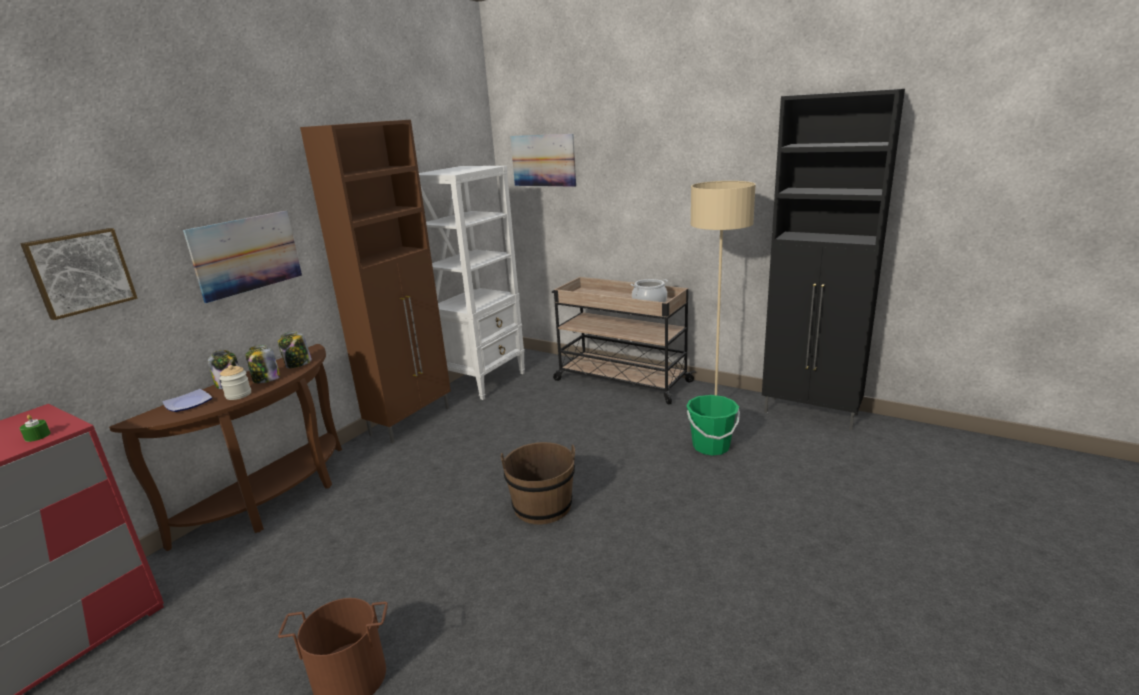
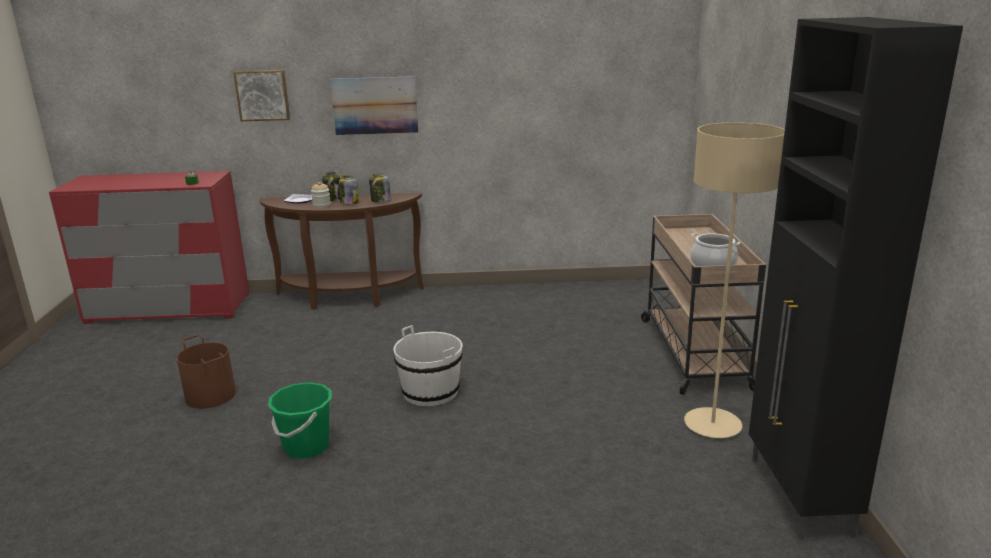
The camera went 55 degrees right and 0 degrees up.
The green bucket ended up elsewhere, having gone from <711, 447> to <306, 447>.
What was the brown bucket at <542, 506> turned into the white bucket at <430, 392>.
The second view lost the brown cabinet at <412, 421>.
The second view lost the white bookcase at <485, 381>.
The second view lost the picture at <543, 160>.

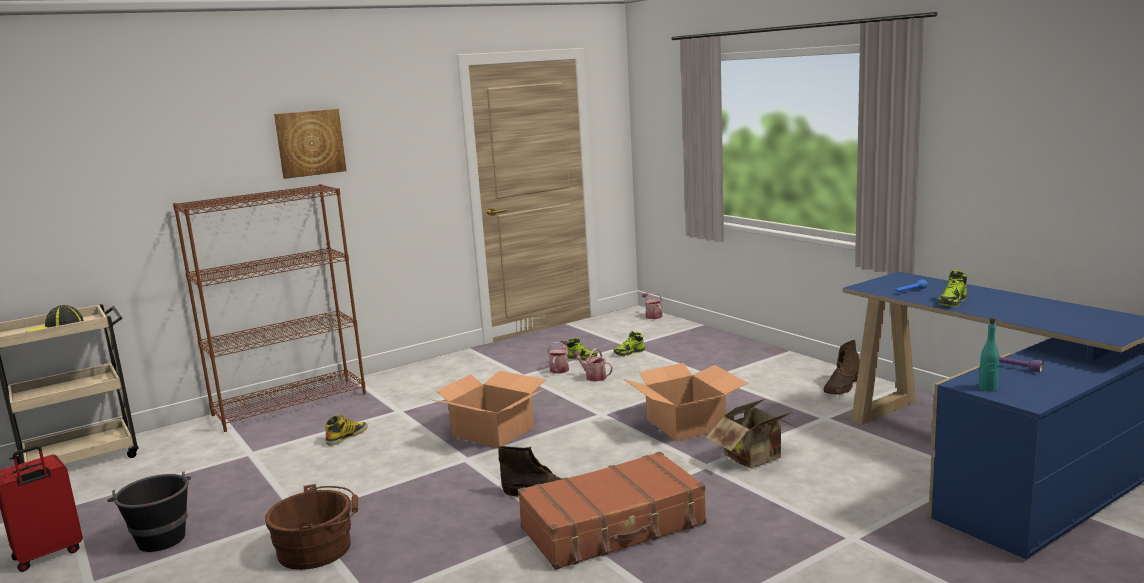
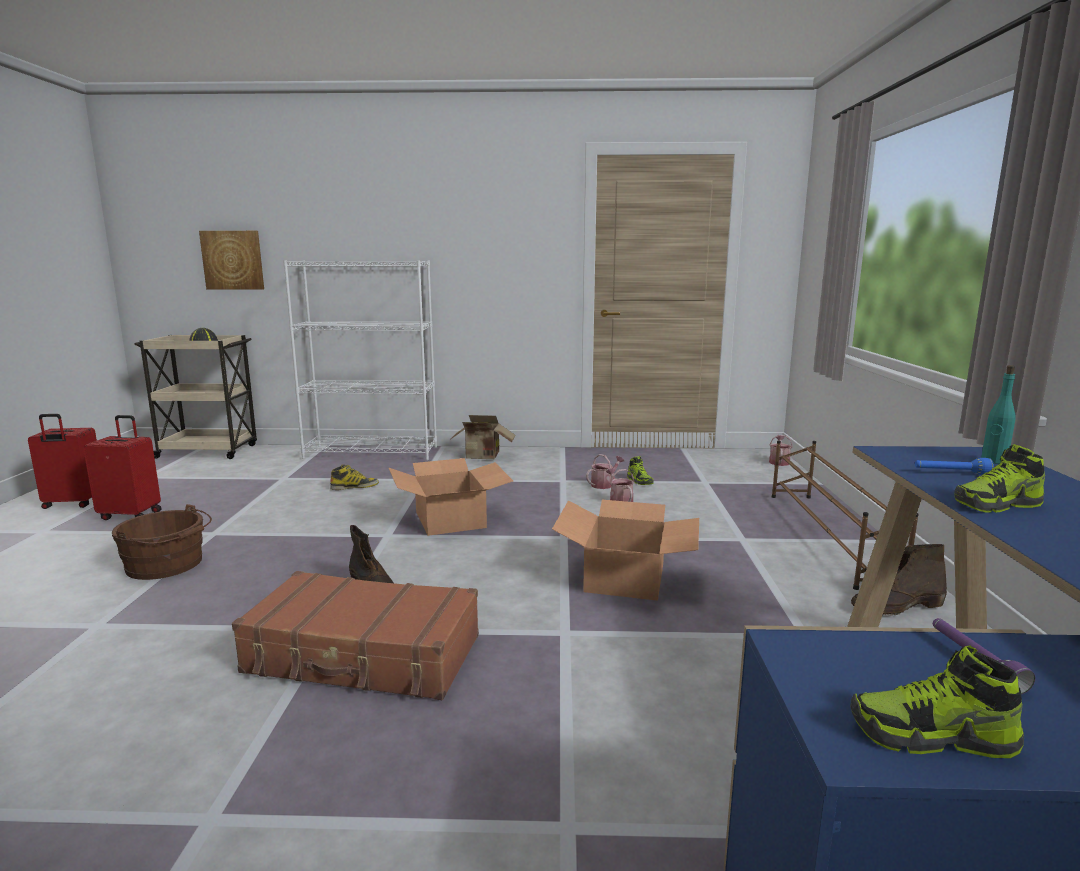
The camera went 35 degrees right and 0 degrees up.
Where the black bucket stood at <160, 536>, the red suitcase came to stand at <131, 515>.
The picture ended up elsewhere, having gone from <310, 143> to <233, 260>.
What was the brown bookcase at <291, 404> turned into the white bookcase at <372, 452>.
The cardboard box ended up elsewhere, having gone from <756, 459> to <483, 457>.
The second view gained the brown shoe rack at <828, 536>.
The shoe ended up elsewhere, having gone from <629, 353> to <932, 737>.
The turquoise bottle ended up elsewhere, having gone from <988, 388> to <993, 461>.

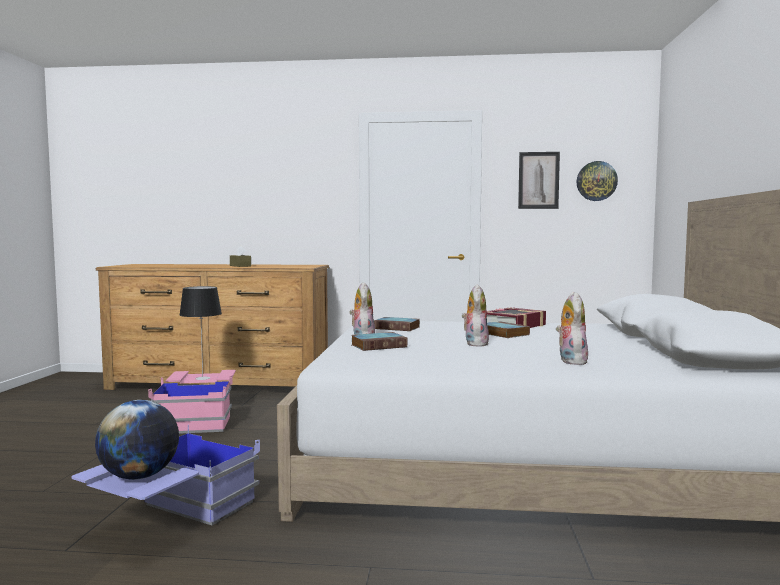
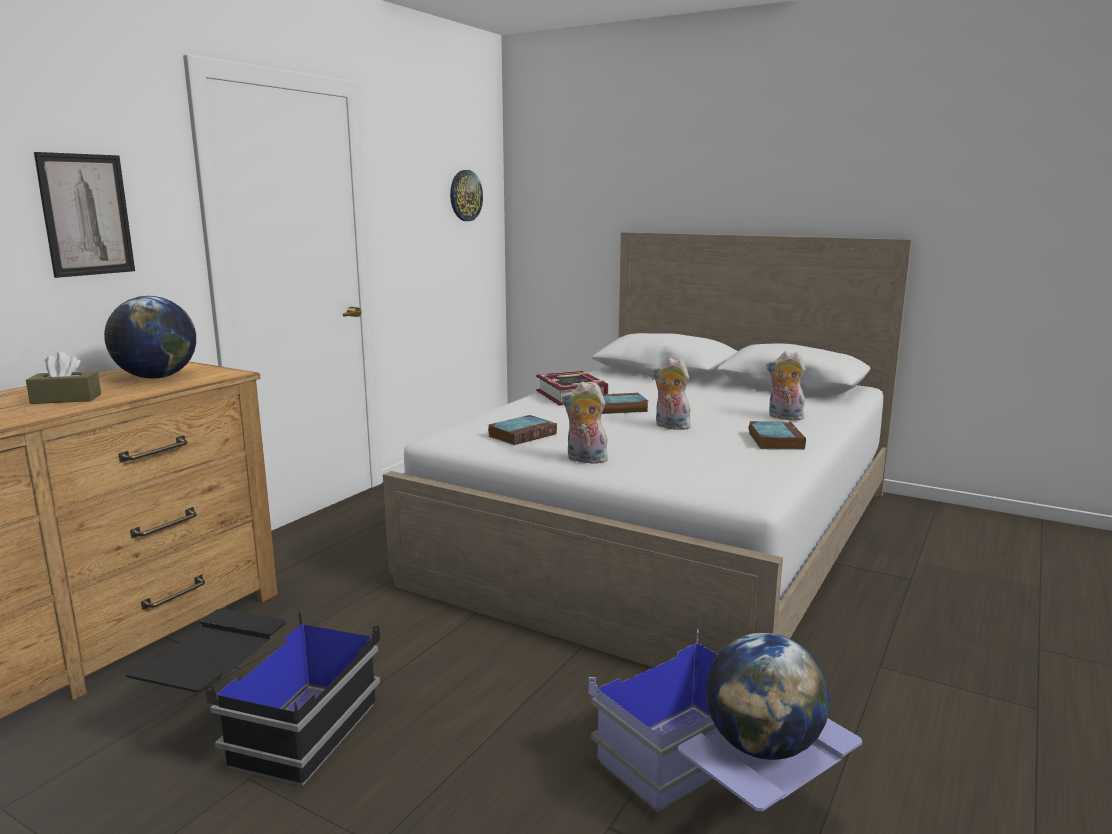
The camera went 65 degrees left and 10 degrees up.
The picture ended up elsewhere, having gone from <538, 180> to <86, 215>.
The second view gained the globe at <156, 377>.
What was the pink storage box at <198, 419> turned into the black storage box at <263, 724>.
The book ended up elsewhere, having gone from <379, 345> to <774, 440>.
The second view lost the table lamp at <202, 378>.

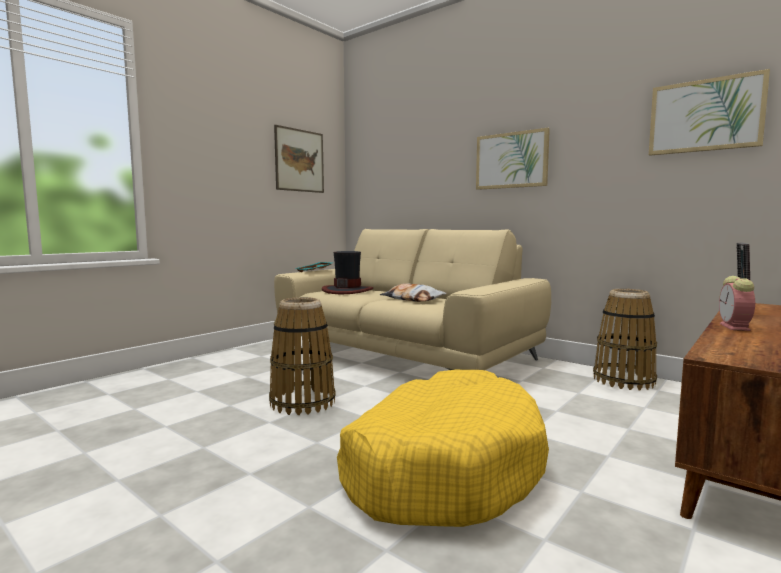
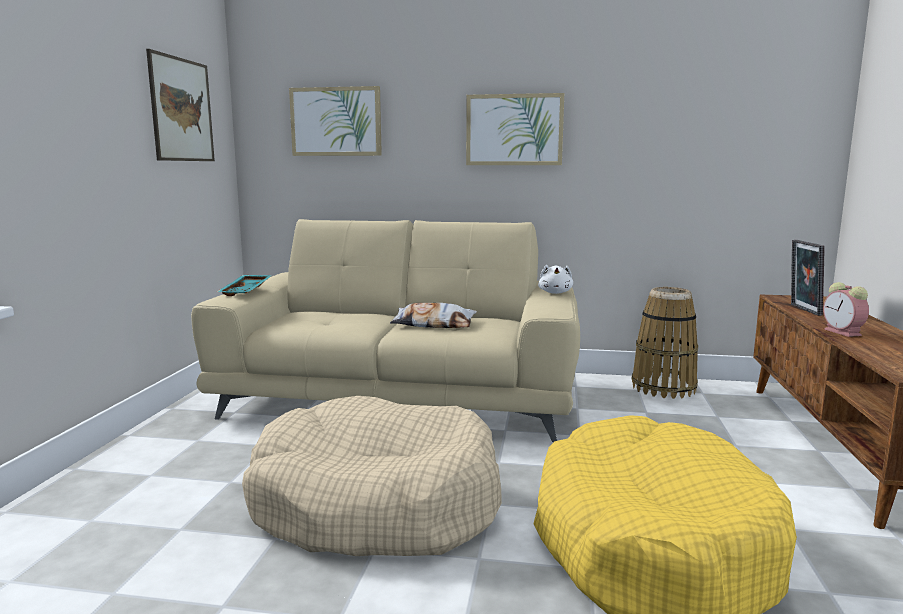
The camera went 30 degrees left and 5 degrees up.
Where the basket stood at <303, 402>, the beige dog bed came to stand at <376, 503>.
The picture ended up elsewhere, having gone from <705, 116> to <336, 122>.
The second view gained the white plush toy at <555, 293>.
The second view lost the hat at <347, 290>.

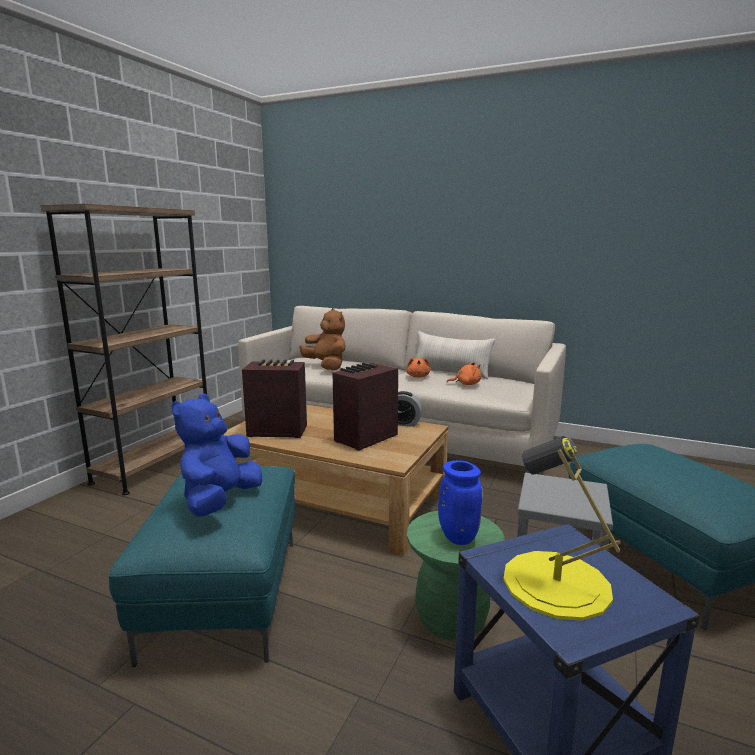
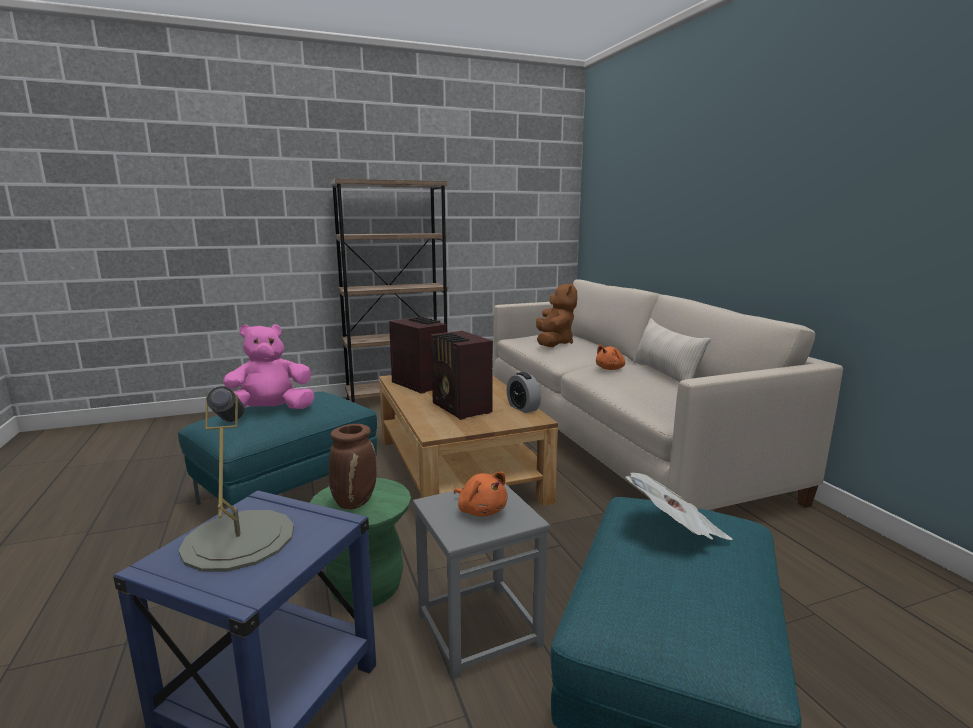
The camera went 45 degrees right and 0 degrees up.
What was the yellow table lamp at <556, 584> turned into the grey table lamp at <238, 539>.
What was the blue plush toy at <220, 501> turned into the pink plush toy at <270, 411>.
What was the blue vase at <457, 537> turned into the brown vase at <355, 502>.
The radio at <364, 438> ended up facing another way, 120 degrees counterclockwise from before.
The orange plush toy ended up elsewhere, having gone from <466, 384> to <481, 510>.
The second view gained the newspaper at <675, 531>.

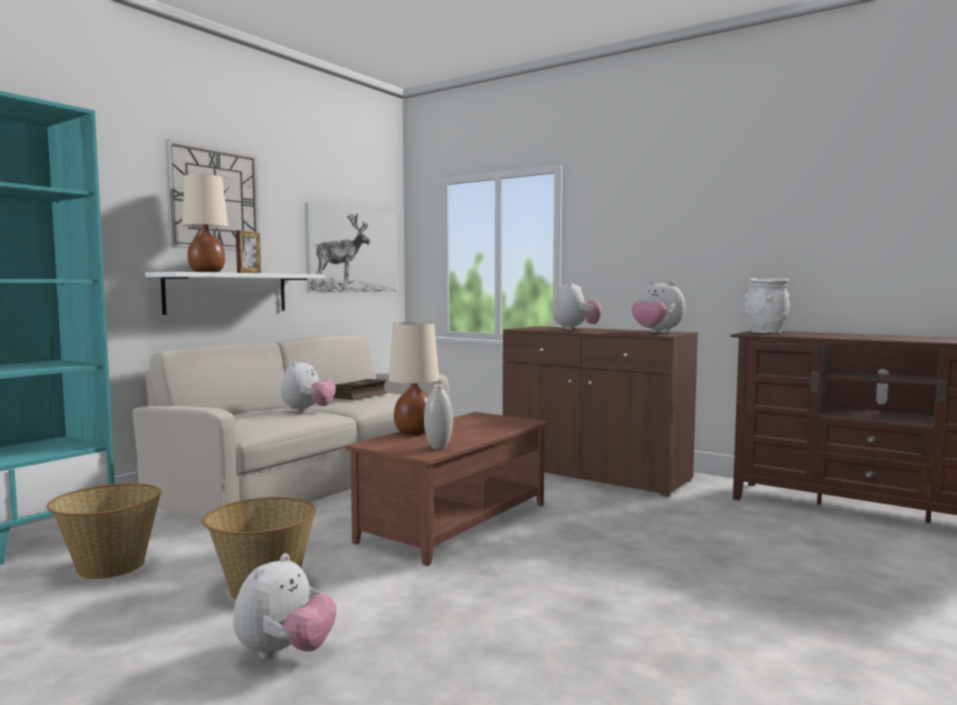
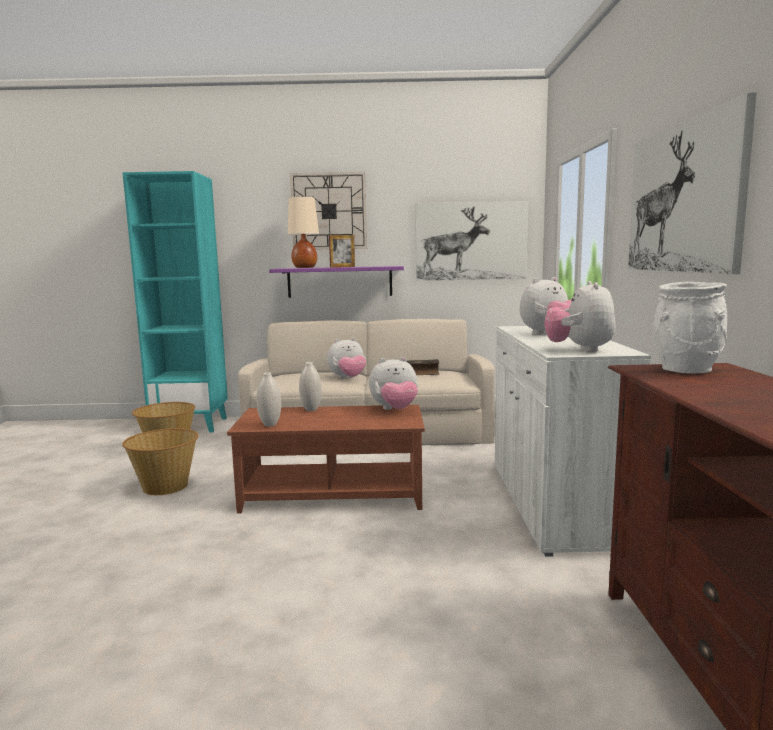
The camera went 55 degrees right and 5 degrees up.
What was the white shelf at <227, 293> turned into the purple shelf at <339, 282>.
Where the beige table lamp stood at <414, 432>, the white vase came to stand at <311, 410>.
The plush toy ended up elsewhere, having gone from <285, 653> to <395, 410>.
What was the brown cabinet at <594, 474> turned into the white cabinet at <553, 504>.
The second view gained the picture at <683, 198>.

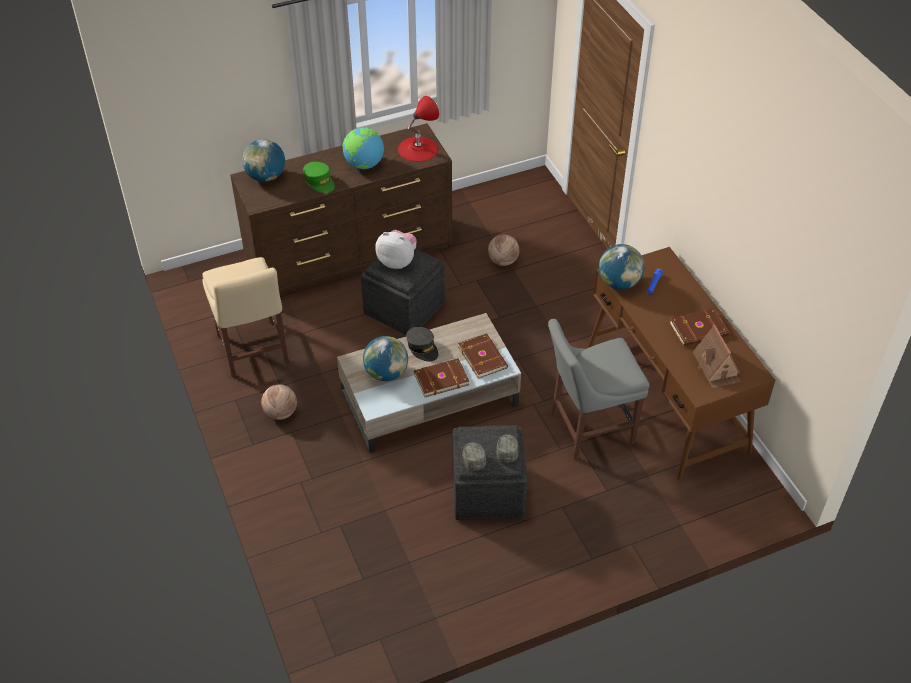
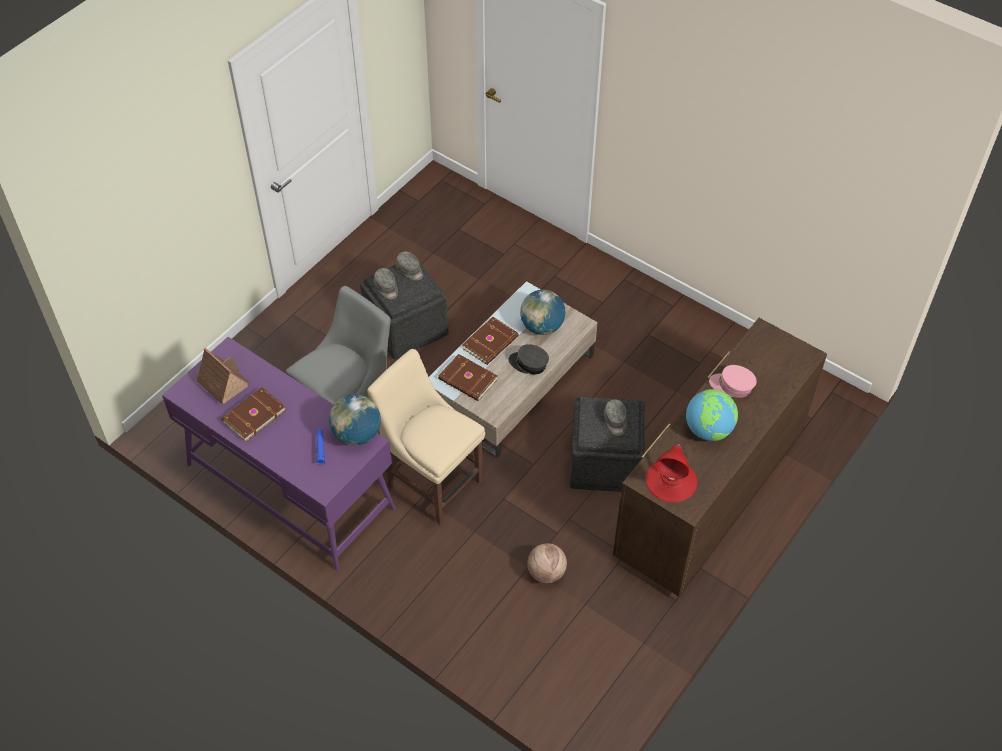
The camera went 150 degrees right and 5 degrees up.
What was the brown desk at <666, 397> turned into the purple desk at <290, 485>.
The beige chair ended up elsewhere, having gone from <253, 351> to <431, 481>.
Where the plush toy stood at <397, 261>, the grey cap came to stand at <615, 421>.
What was the green cap at <319, 182> turned into the pink cap at <732, 386>.
The second view lost the globe at <266, 177>.
The second view lost the basketball at <280, 413>.

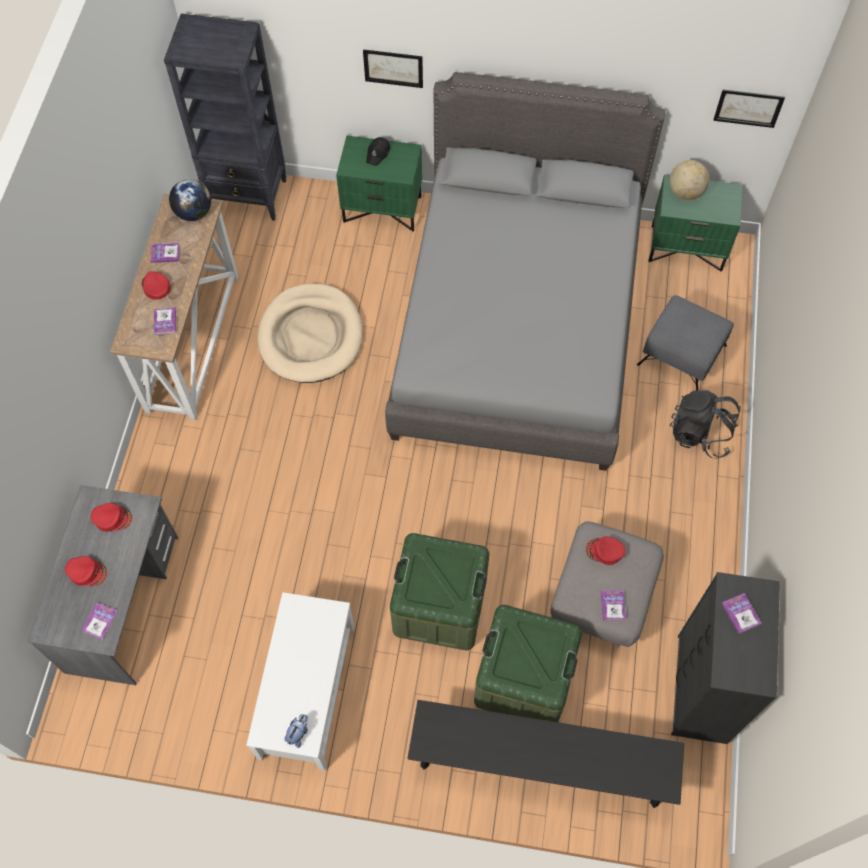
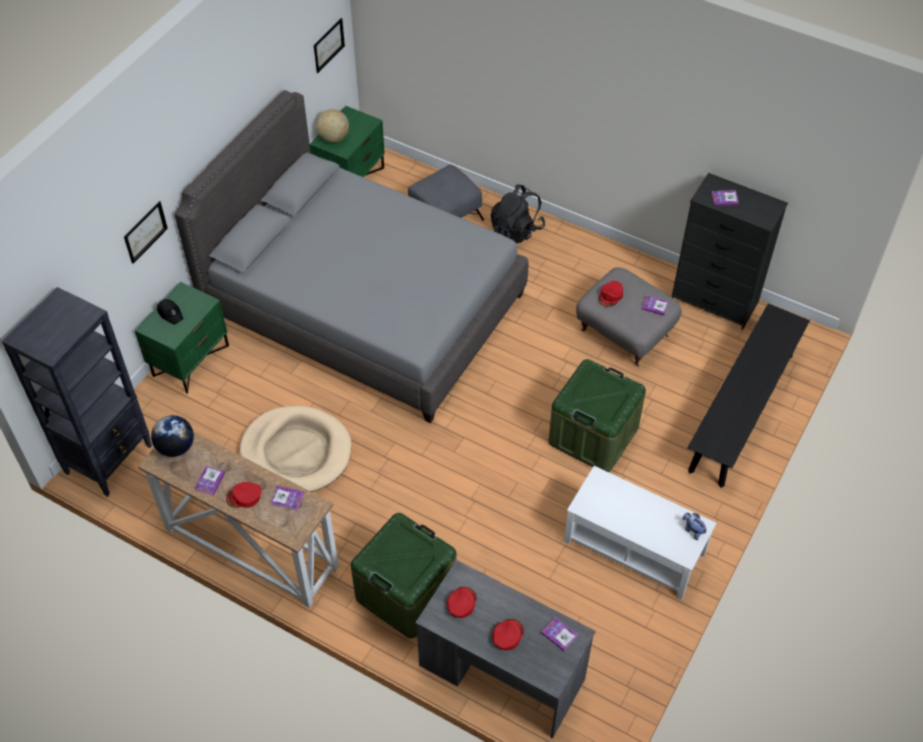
The camera went 70 degrees left and 10 degrees down.
The green storage box ended up elsewhere, having gone from <524, 678> to <406, 592>.

